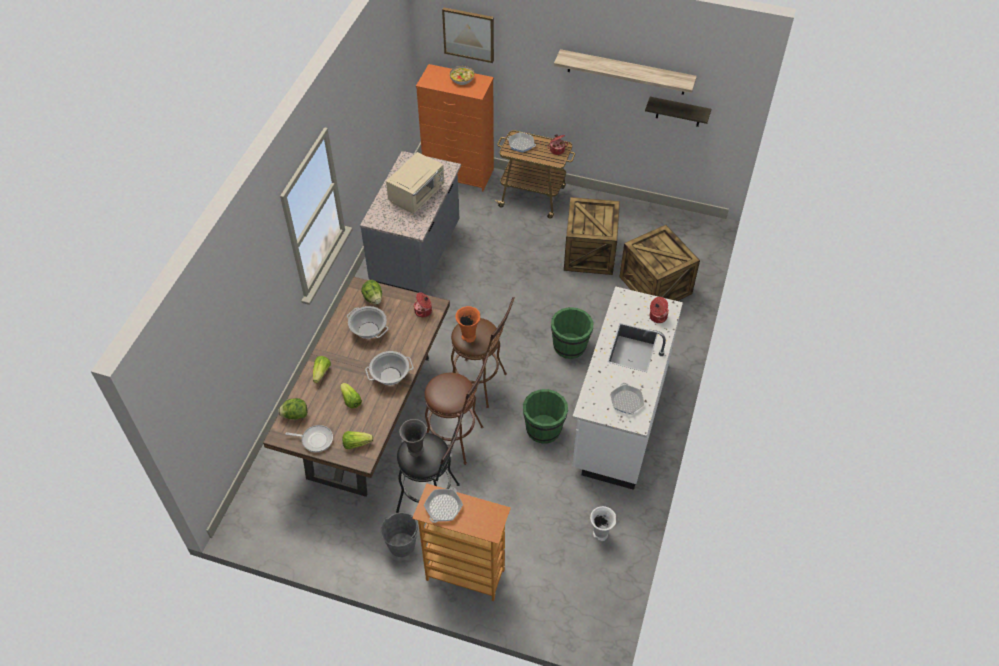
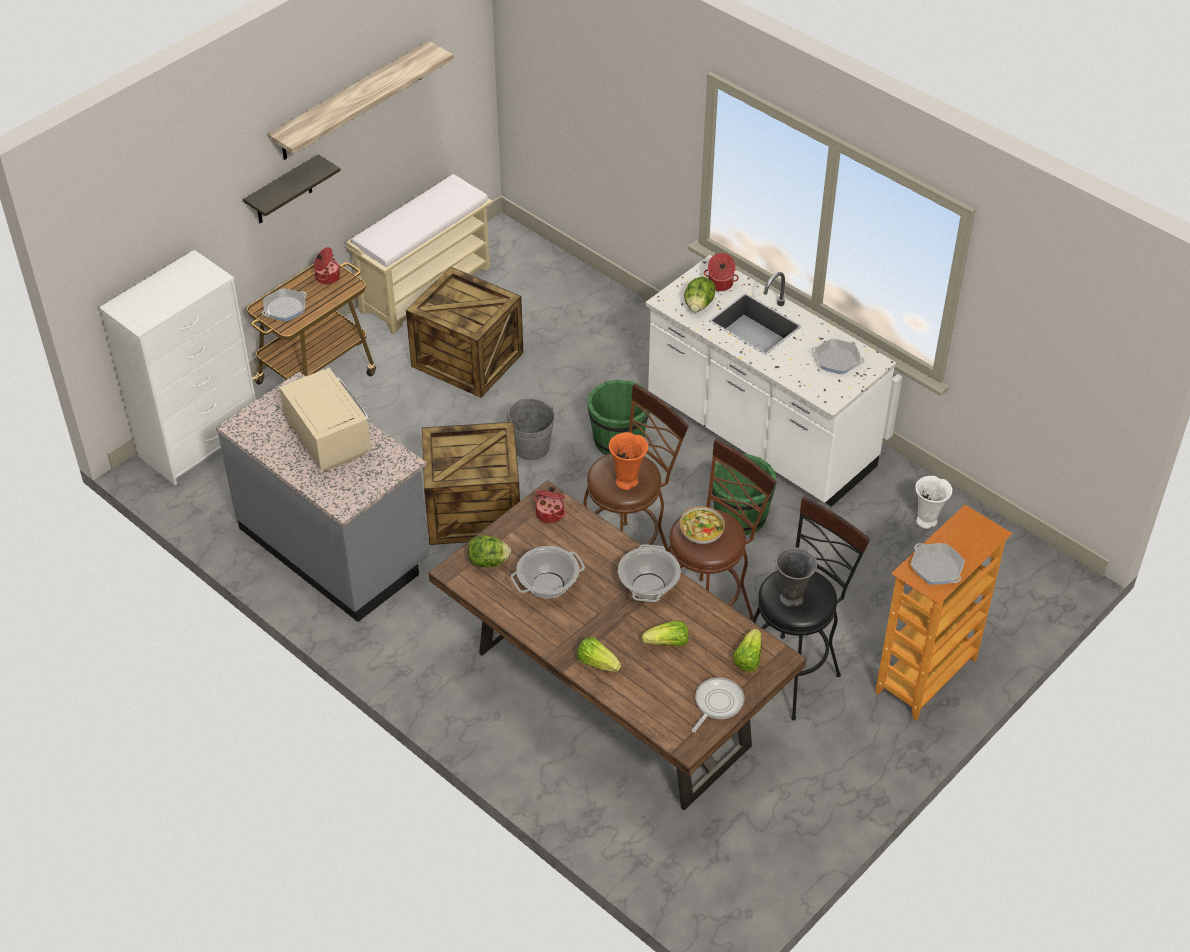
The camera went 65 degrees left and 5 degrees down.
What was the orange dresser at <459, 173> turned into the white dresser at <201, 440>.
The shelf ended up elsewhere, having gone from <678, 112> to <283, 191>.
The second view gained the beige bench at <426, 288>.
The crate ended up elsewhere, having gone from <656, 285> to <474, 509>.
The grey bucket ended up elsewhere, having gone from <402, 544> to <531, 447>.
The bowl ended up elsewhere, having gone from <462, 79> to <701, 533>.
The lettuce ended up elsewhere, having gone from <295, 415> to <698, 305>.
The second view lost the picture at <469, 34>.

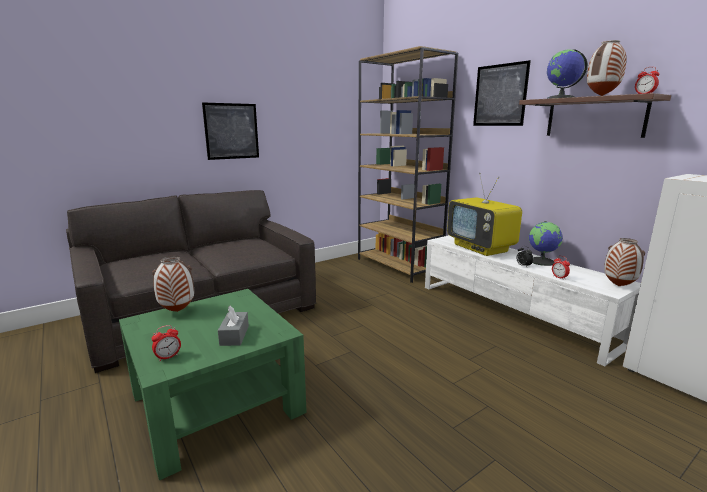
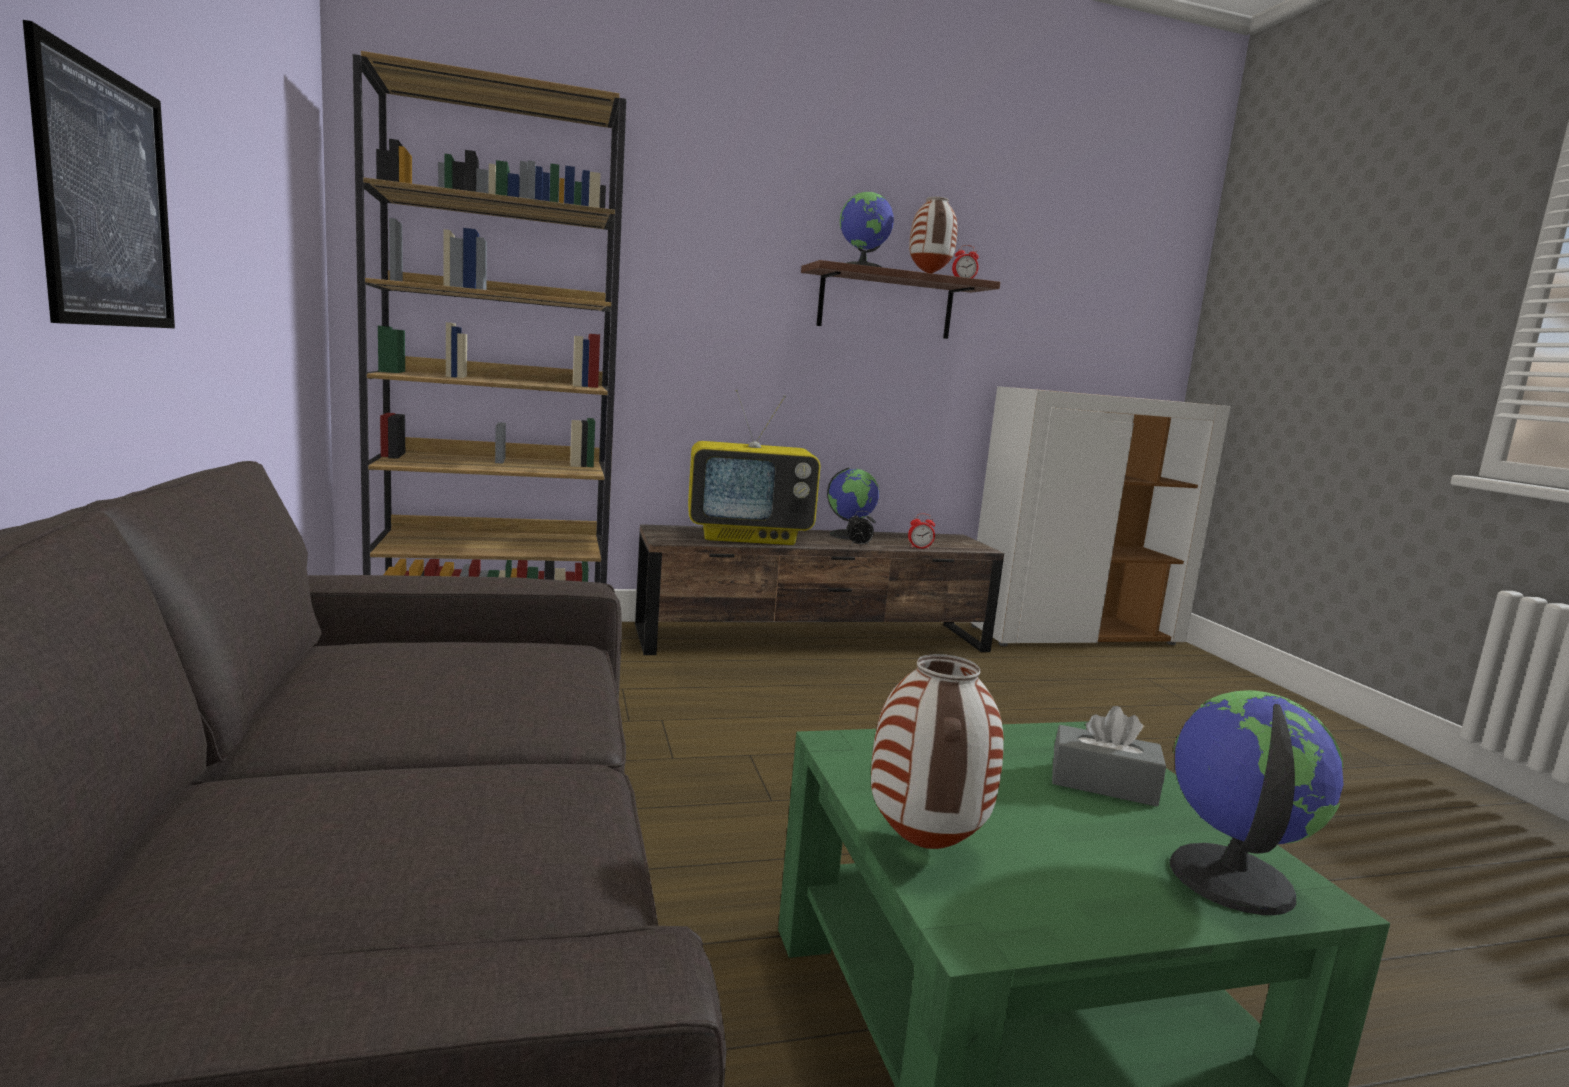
The camera went 70 degrees left and 5 degrees down.
What was the white tv stand at <512, 313> turned into the brown tv stand at <815, 638>.
Where the alarm clock stood at <168, 357>, the globe came to stand at <1228, 878>.
The second view lost the picture at <500, 95>.
The second view lost the vase at <618, 286>.

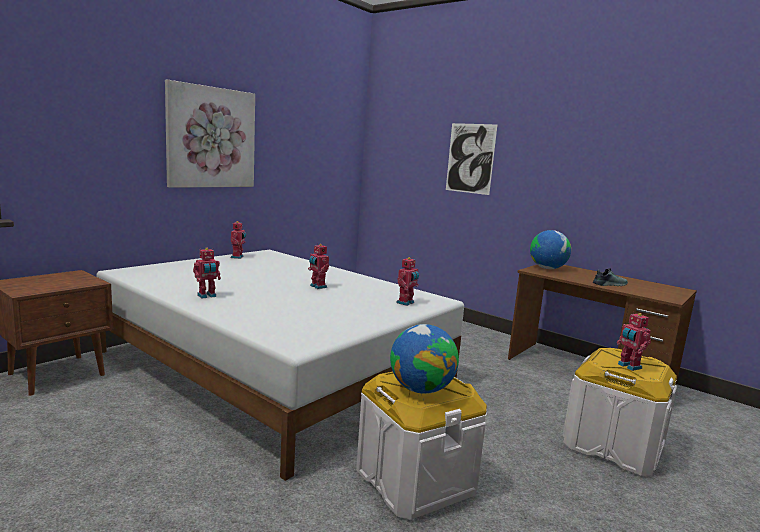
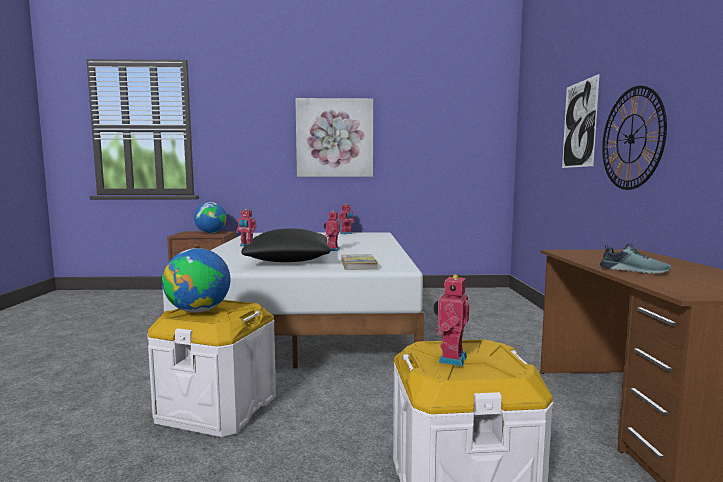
The camera went 50 degrees right and 5 degrees down.
The globe ended up elsewhere, having gone from <547, 268> to <210, 233>.
The second view gained the black pillow at <289, 260>.
Where the toy robot stood at <406, 303>, the book came to stand at <359, 265>.
The second view gained the wall clock at <631, 139>.

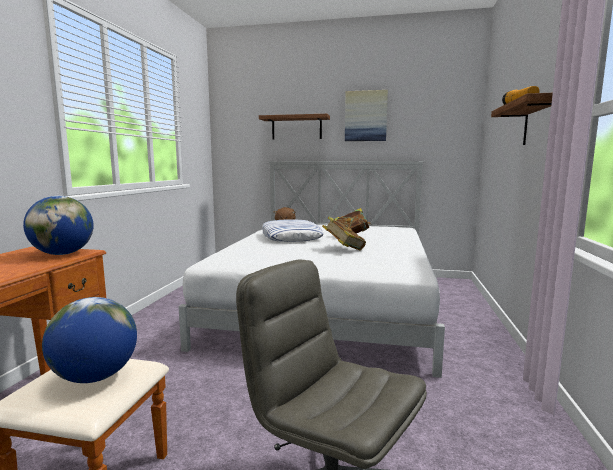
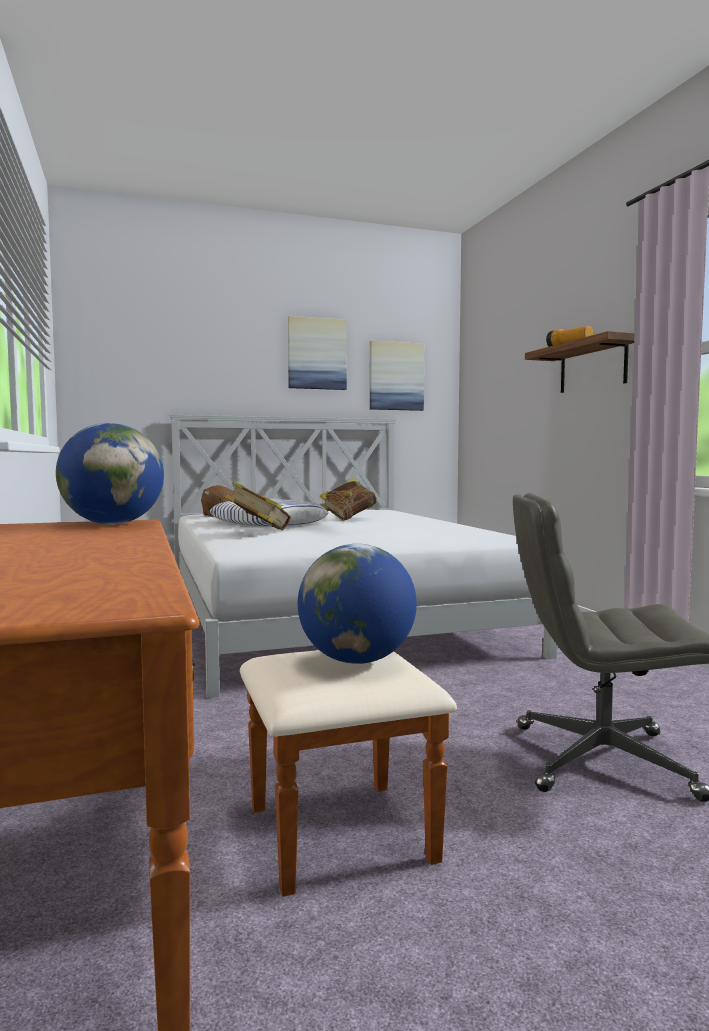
The camera went 30 degrees left and 5 degrees down.
The book ended up elsewhere, having gone from <343, 249> to <258, 531>.
The second view gained the picture at <396, 376>.
The second view lost the shelf at <296, 128>.

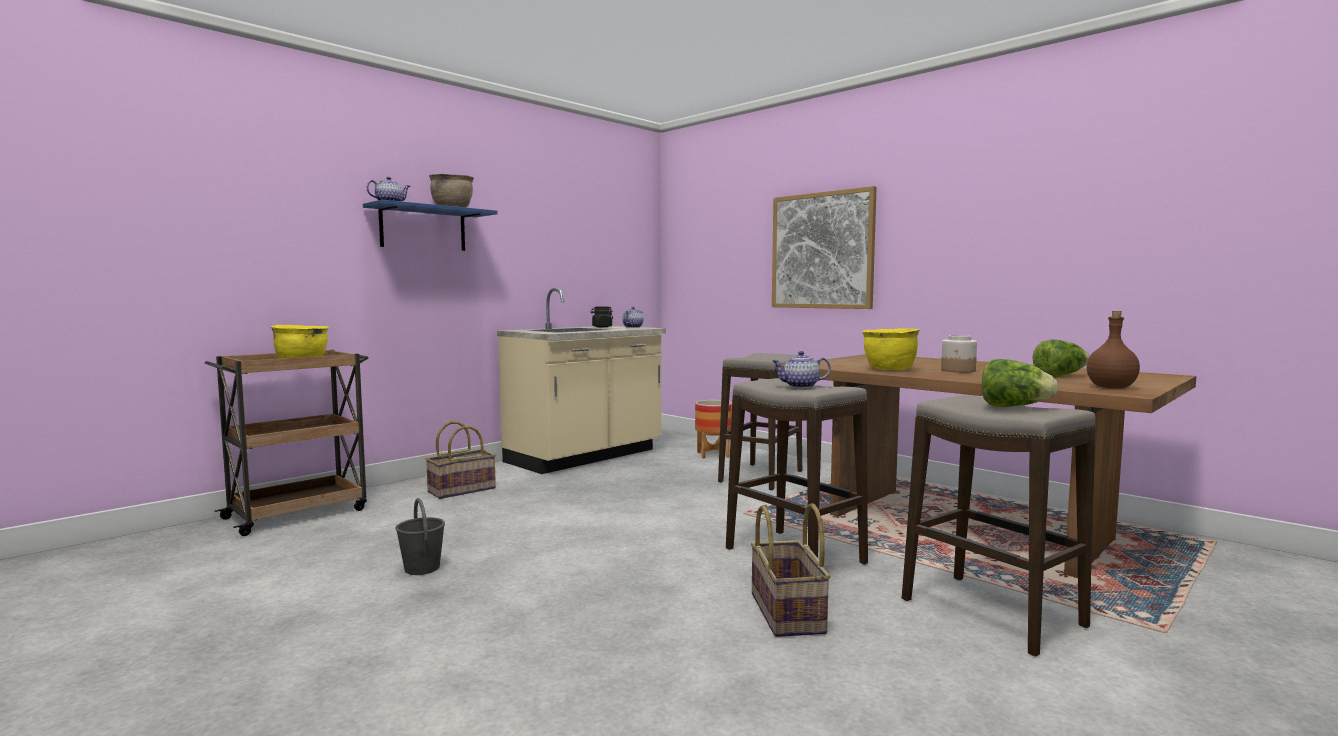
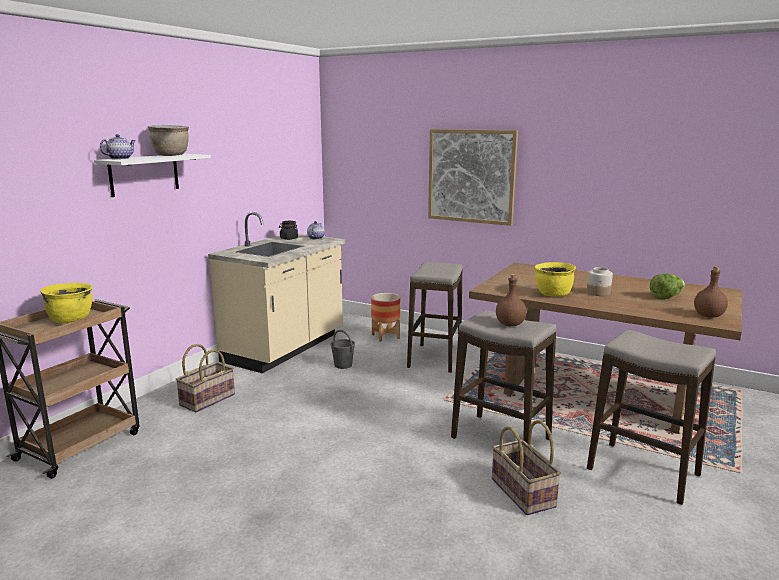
The camera went 15 degrees left and 10 degrees up.
What was the blue shelf at <423, 228> turned into the white shelf at <144, 174>.
The grey bucket ended up elsewhere, having gone from <422, 568> to <343, 365>.
Where the teapot stood at <800, 386>, the brown bottle came to stand at <510, 324>.
The second view lost the lettuce at <1013, 407>.

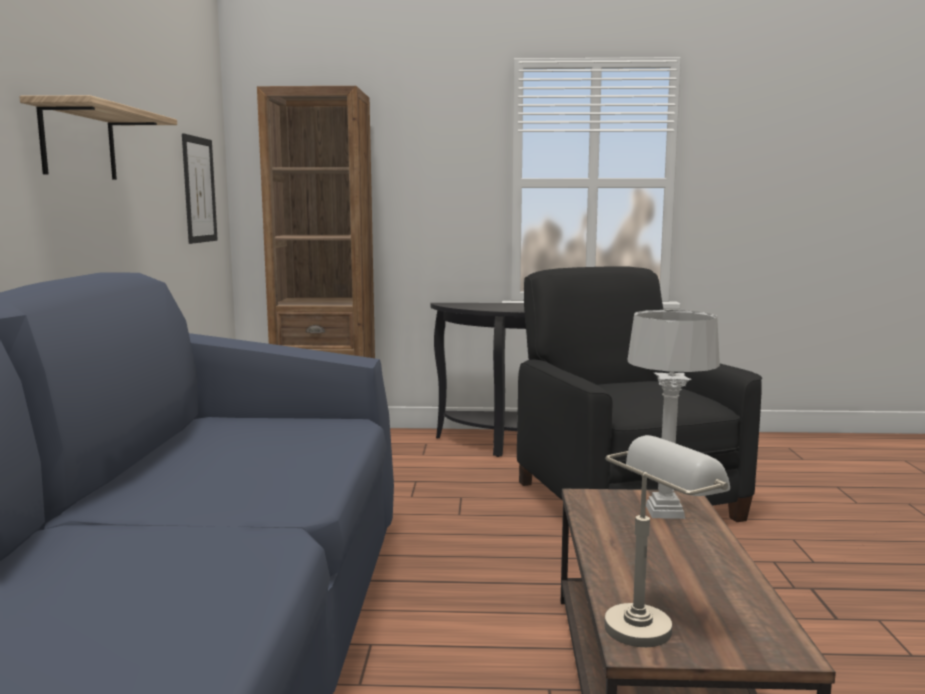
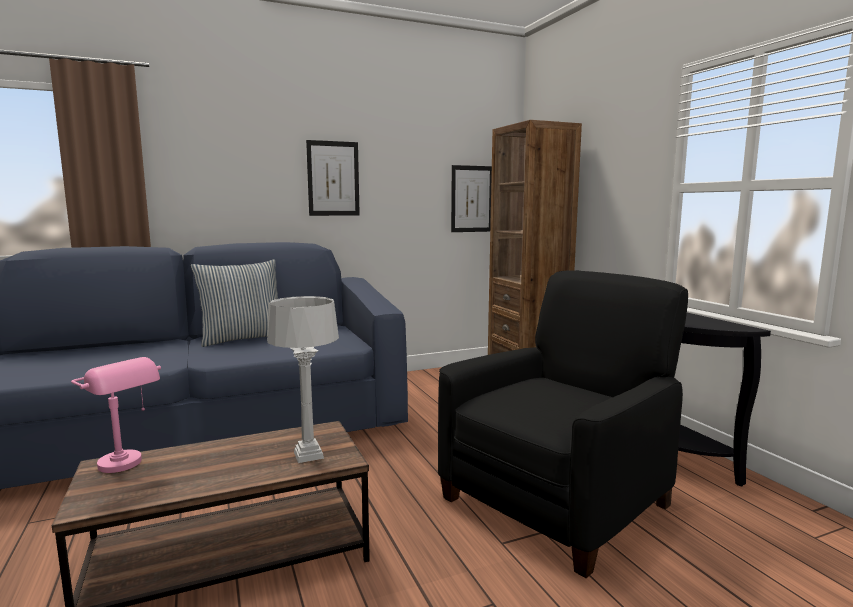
The camera went 65 degrees right and 0 degrees up.
What was the grey table lamp at <653, 621> turned into the pink table lamp at <128, 466>.
The second view gained the pillow at <243, 339>.
Where the shelf hung at <78, 143>, the picture came to hang at <333, 178>.

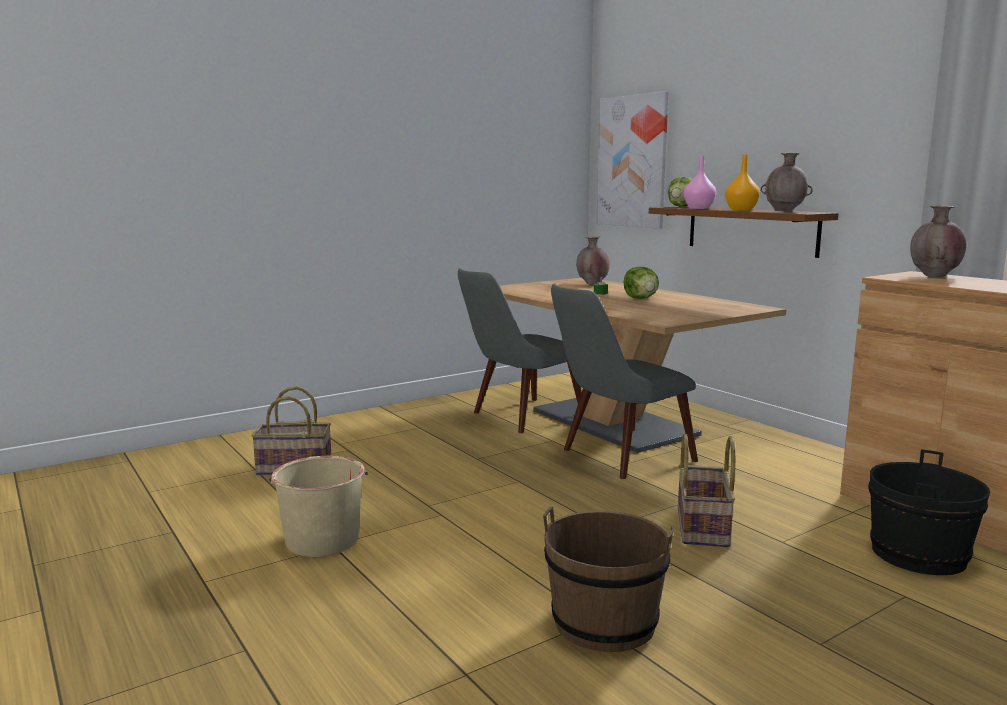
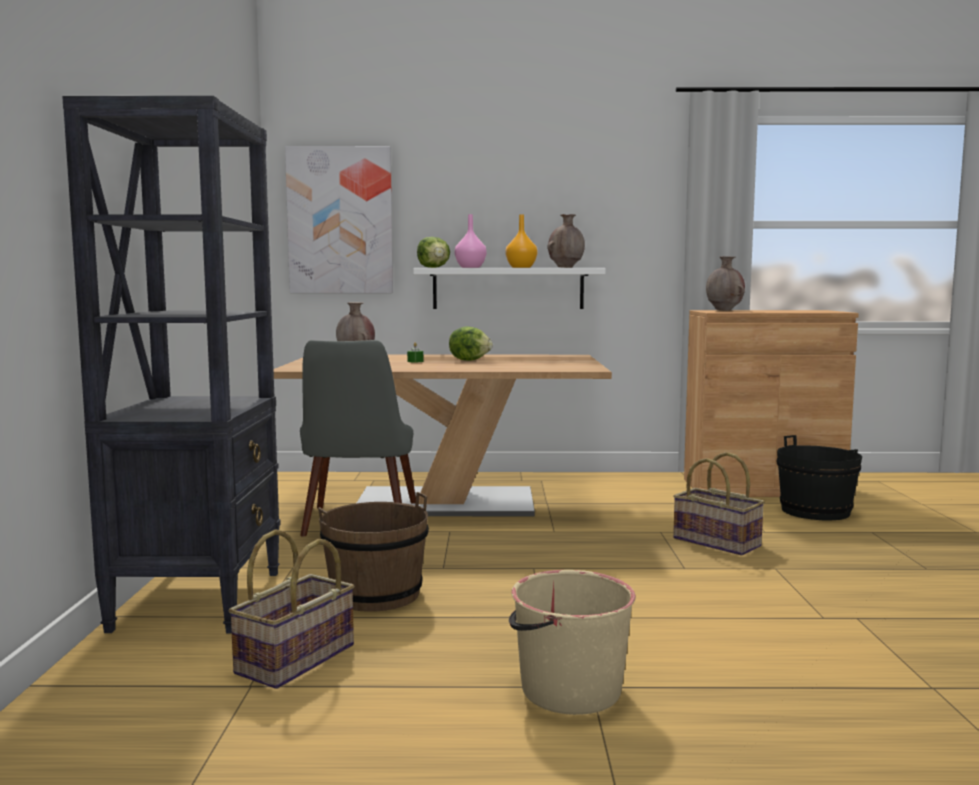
The camera went 55 degrees left and 5 degrees down.
The second view gained the black bookcase at <200, 599>.
The brown bucket ended up elsewhere, having gone from <604, 623> to <376, 595>.
What was the brown shelf at <751, 230> turned into the white shelf at <508, 288>.
The second view lost the grey chair at <615, 458>.

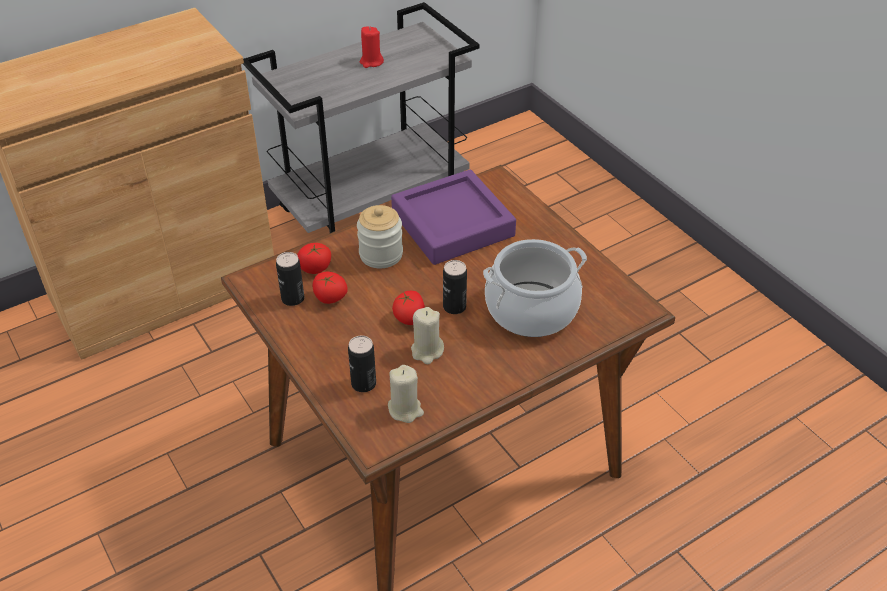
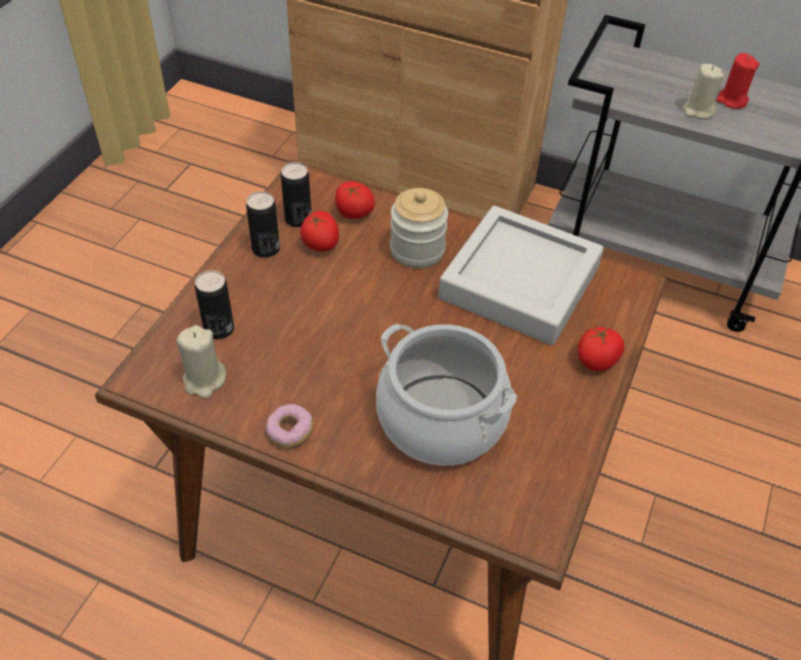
The camera went 55 degrees right and 5 degrees up.
The can ended up elsewhere, having gone from <454, 307> to <266, 249>.
The second view gained the donut at <290, 432>.
What was the purple tray at <452, 224> turned into the grey tray at <519, 283>.
The tomato ended up elsewhere, having gone from <409, 318> to <597, 361>.
The beige candle ended up elsewhere, having gone from <427, 351> to <698, 111>.

